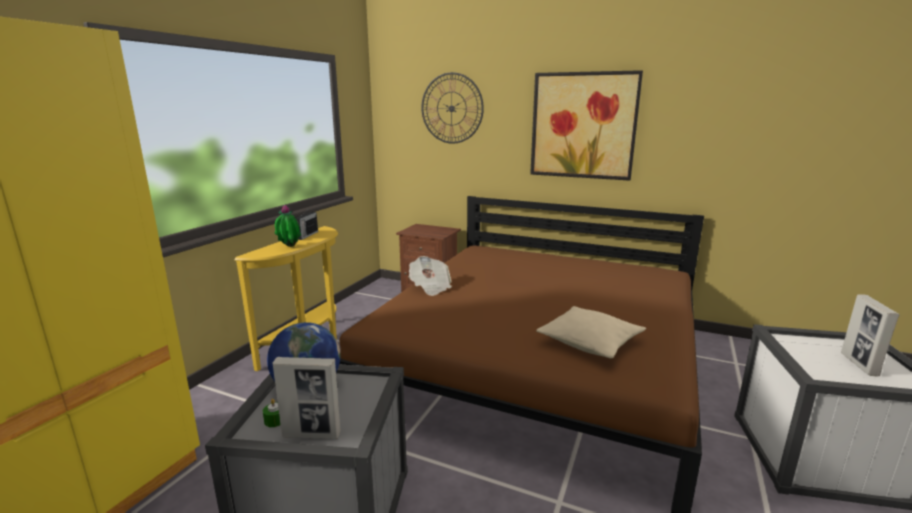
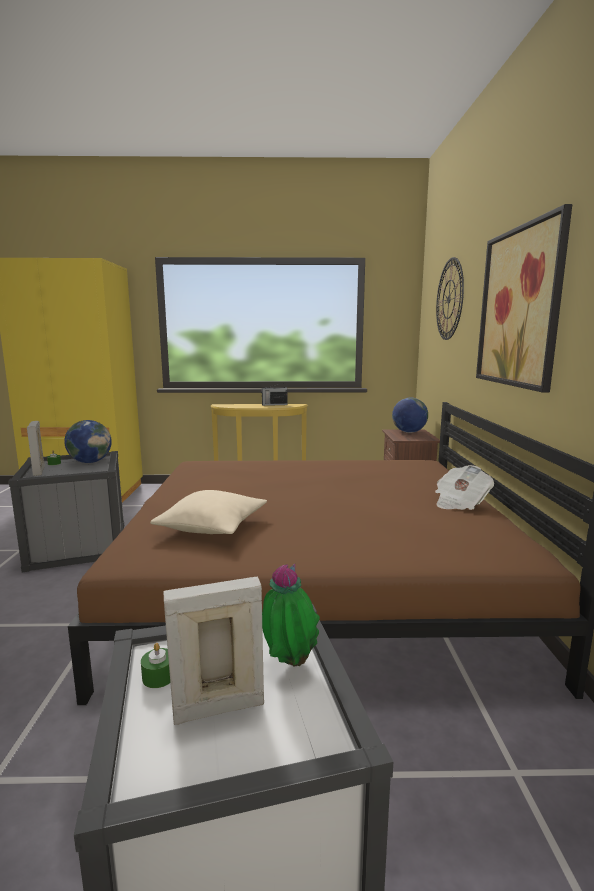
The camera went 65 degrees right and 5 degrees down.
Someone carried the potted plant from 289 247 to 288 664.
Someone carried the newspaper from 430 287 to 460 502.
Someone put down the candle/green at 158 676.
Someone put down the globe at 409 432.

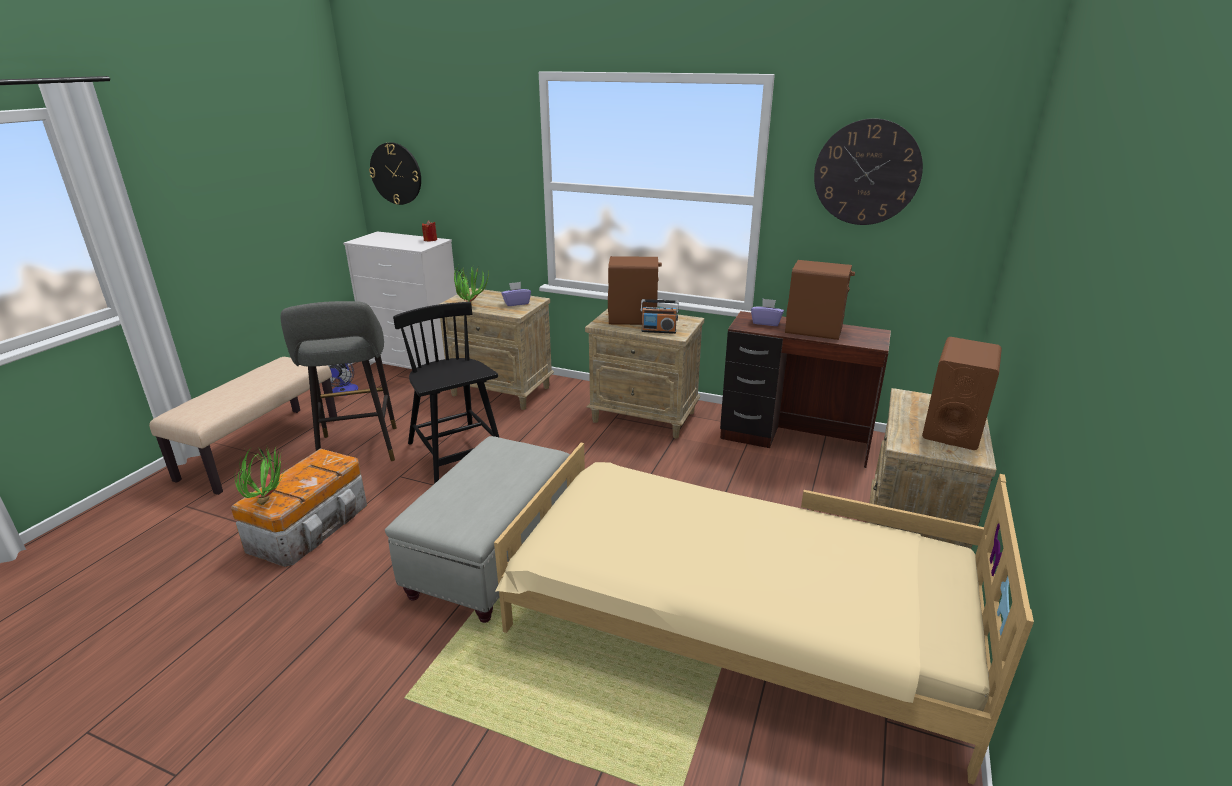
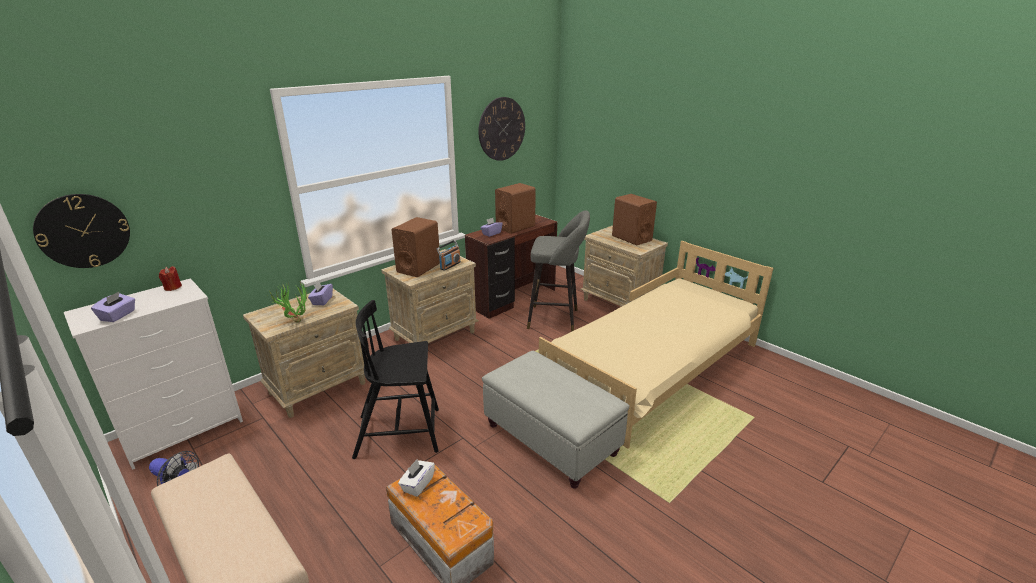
The camera went 65 degrees left and 0 degrees up.
Someone took away the potted plant at 270 500.
Someone carried the stool/grey from 358 451 to 556 319.
Someone put down the tissue box/purple at 118 316.
Someone put down the tissue box/white at 417 484.

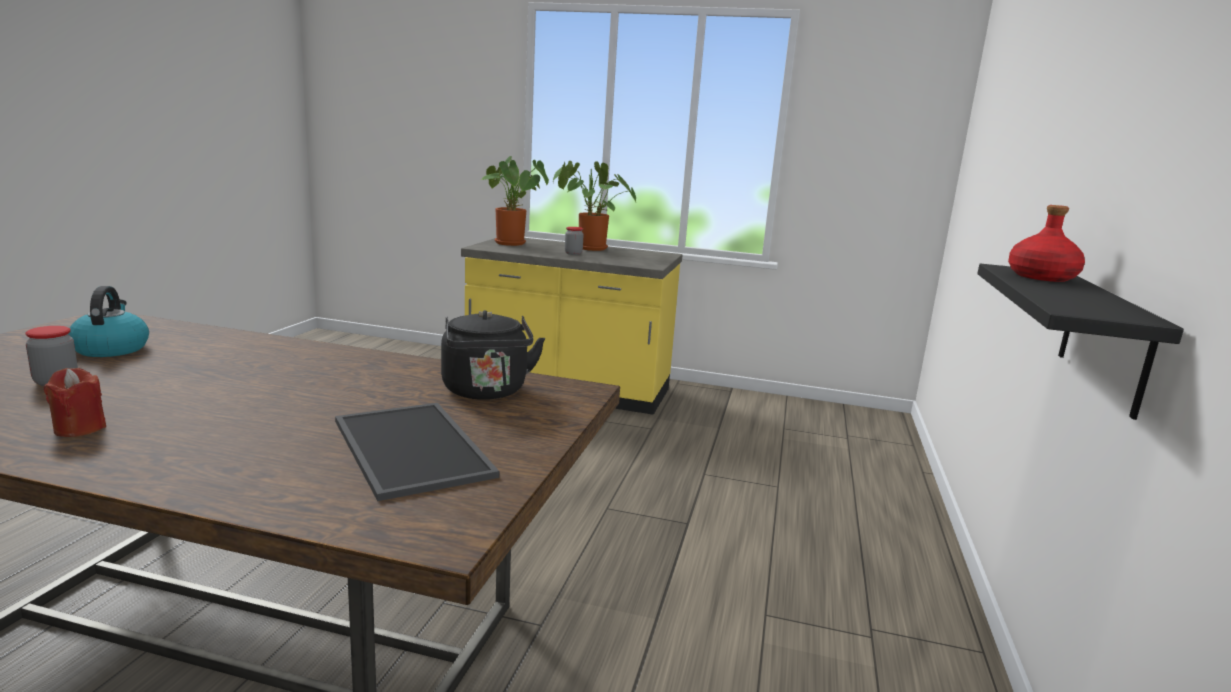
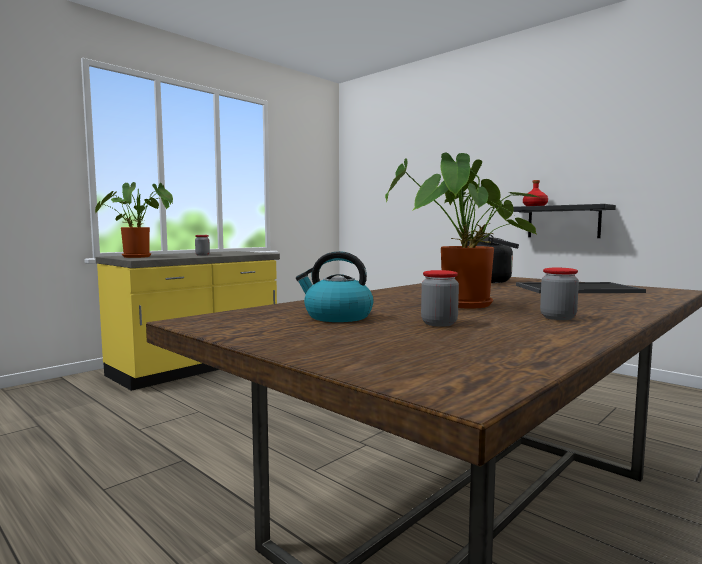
The camera went 60 degrees left and 10 degrees down.
Someone swapped the candle/red at 80 428 for the jar at 558 317.
Someone carried the potted plant from 588 248 to 464 306.

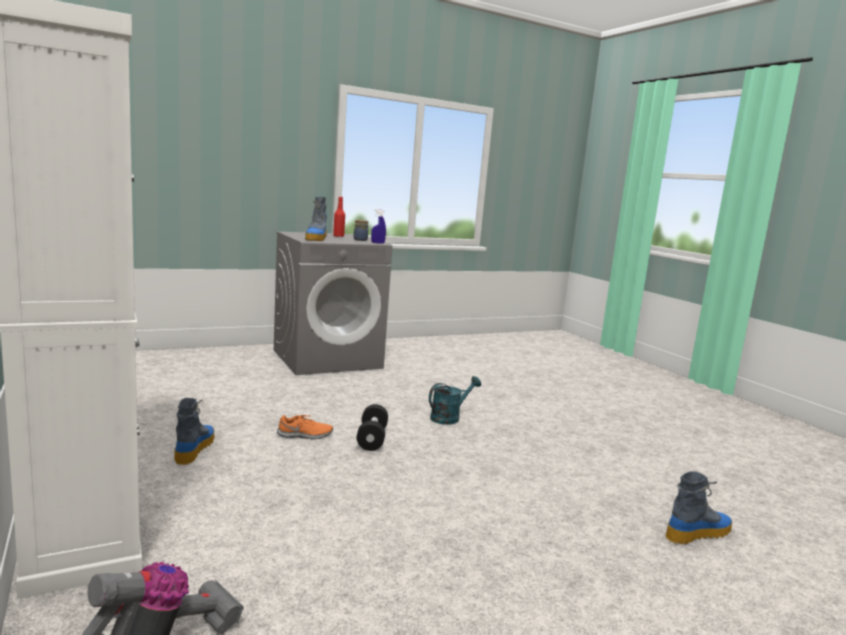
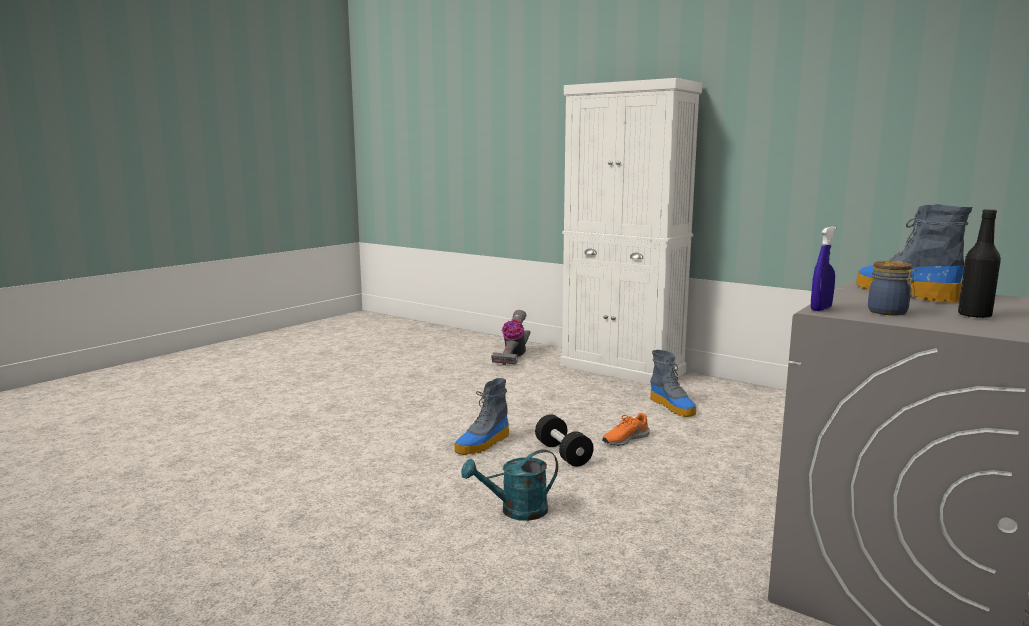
The camera went 155 degrees right and 0 degrees up.
Someone repainted the bottle/red at 338 236, which became the bottle/black at 974 315.
Someone rotated the watering can/turquoise at 449 417 by 45 degrees clockwise.
Someone carried the boot from 697 533 to 483 444.

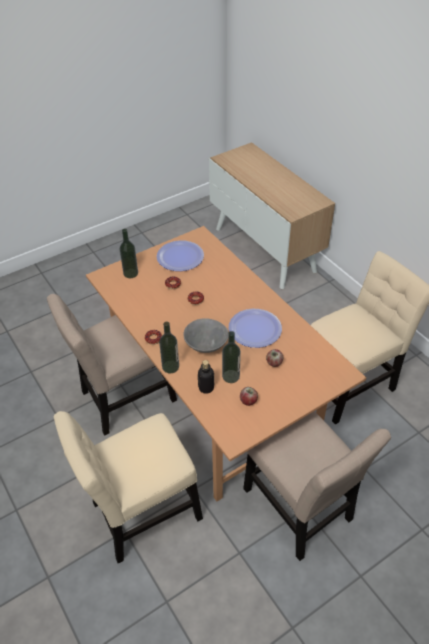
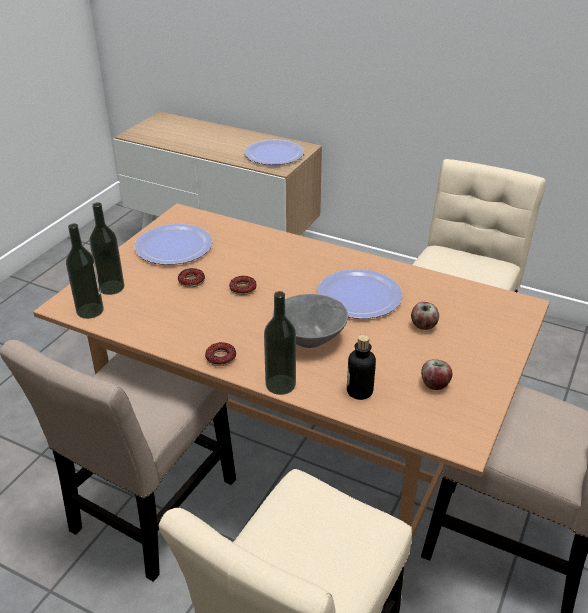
The camera went 30 degrees left and 10 degrees down.
Someone carried the bottle from 231 376 to 90 310.
Someone put down the plate at 274 154.

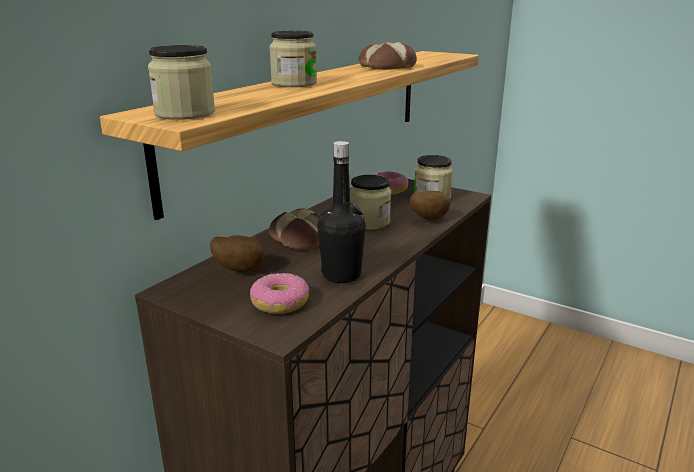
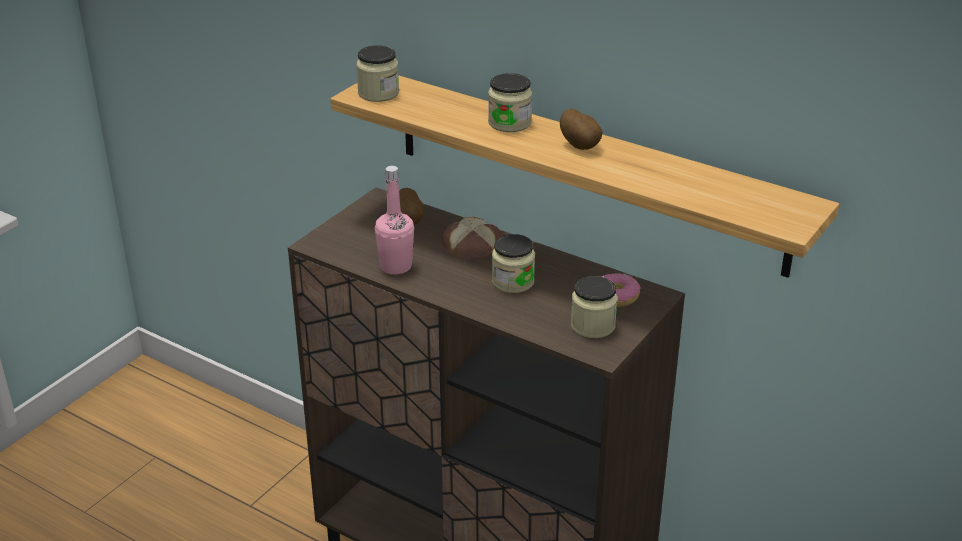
The camera went 90 degrees right and 10 degrees up.
Someone took away the donut at 280 303.
Someone repainted the bottle/black at 341 275, which became the bottle/pink at 396 266.
Someone took away the bread at 386 66.
Someone carried the potato from 427 219 to 581 146.

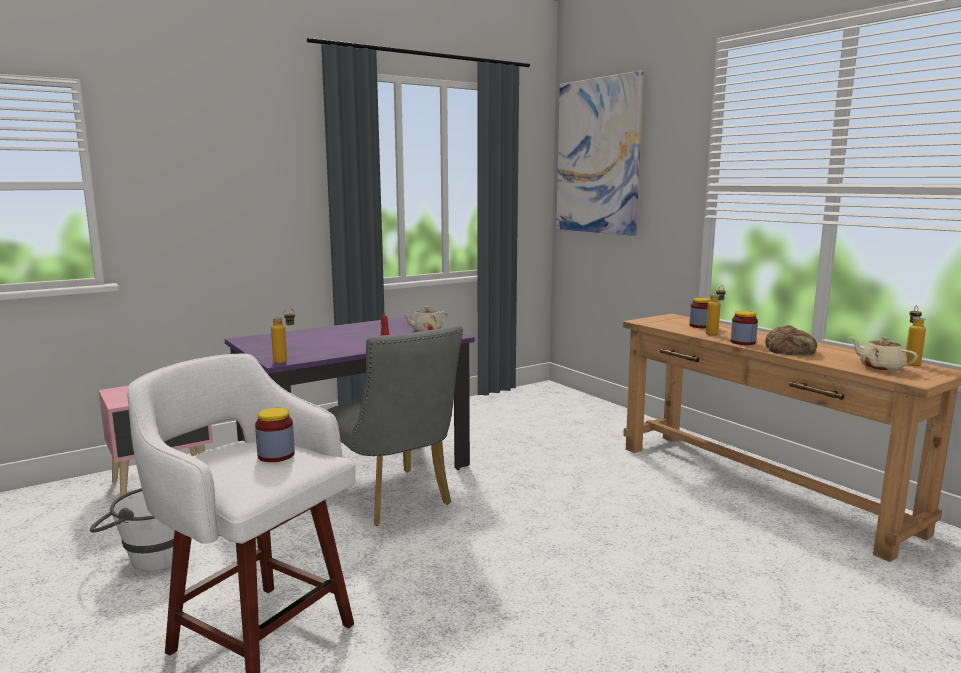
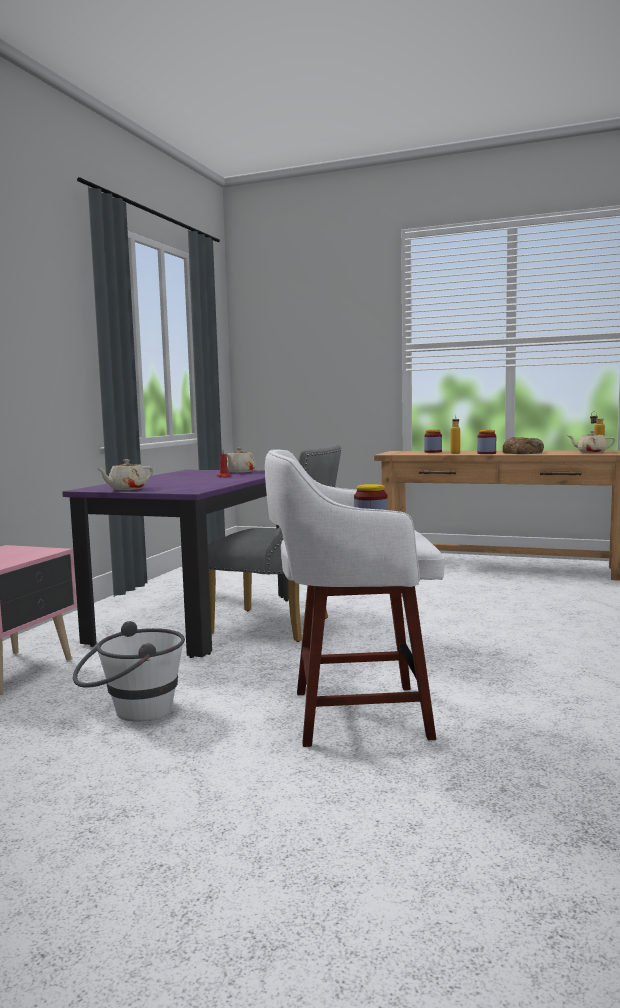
The camera went 35 degrees left and 5 degrees down.
Someone took away the bottle at 285 362.
Someone took away the picture at 598 156.
Someone put down the teapot/beige at 127 489.

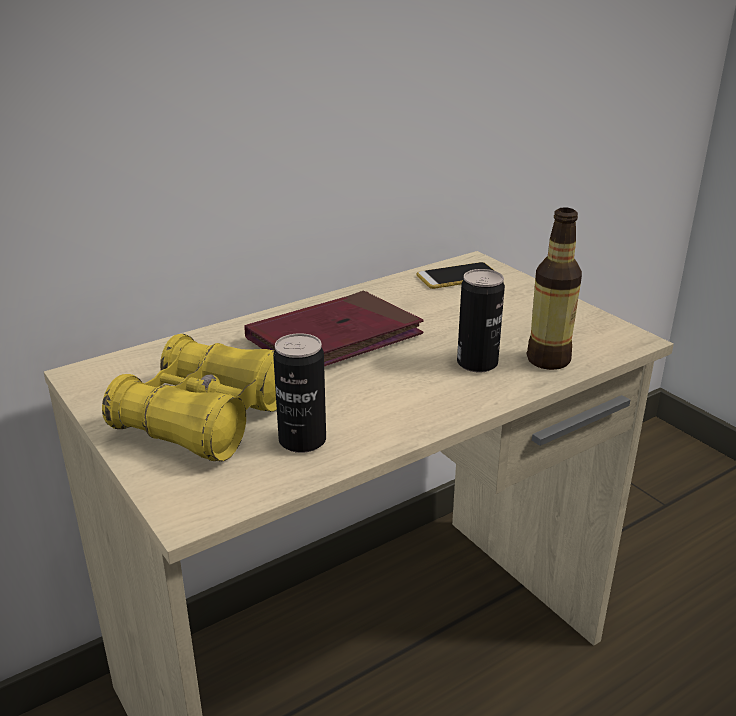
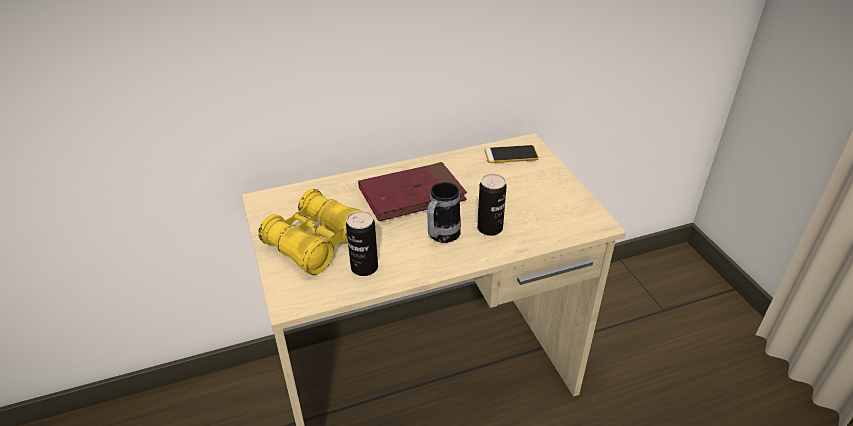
The camera went 15 degrees right and 10 degrees up.
Someone took away the bottle at 548 360.
Someone put down the mug at 441 237.

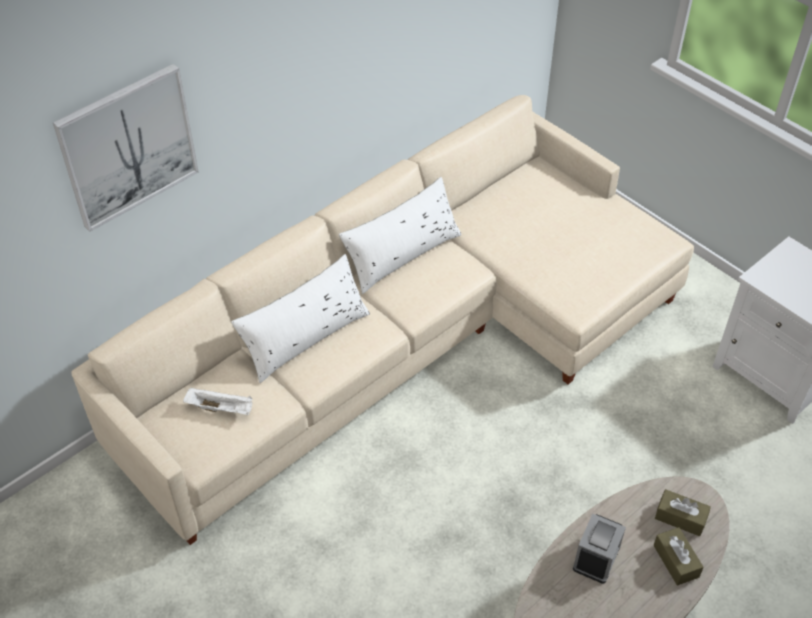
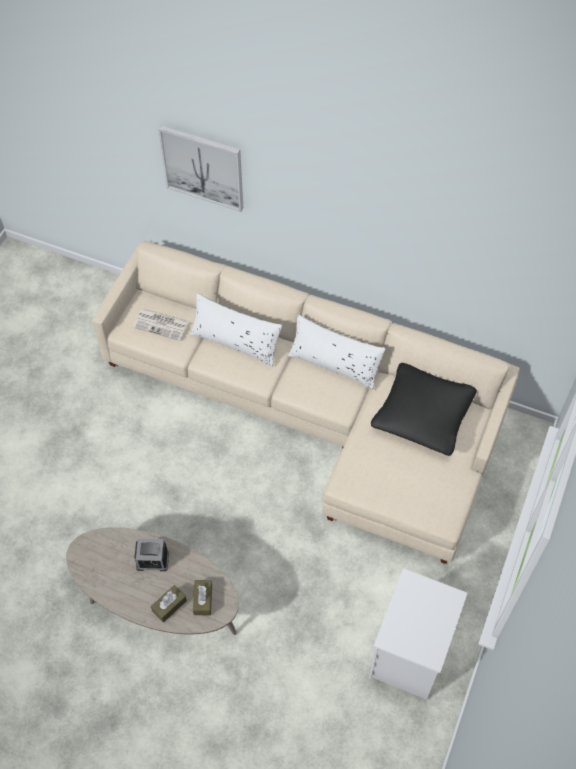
The camera went 65 degrees right and 10 degrees up.
Someone swapped the tray/white at 221 408 for the newspaper at 162 324.
Someone put down the pillow/black at 423 415.

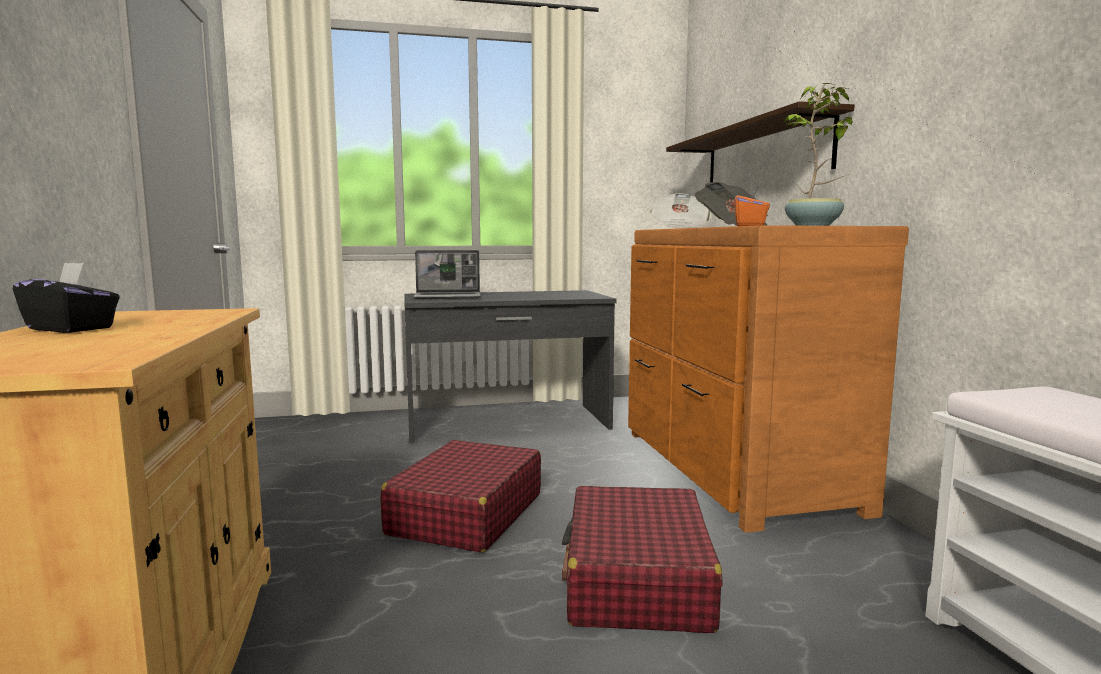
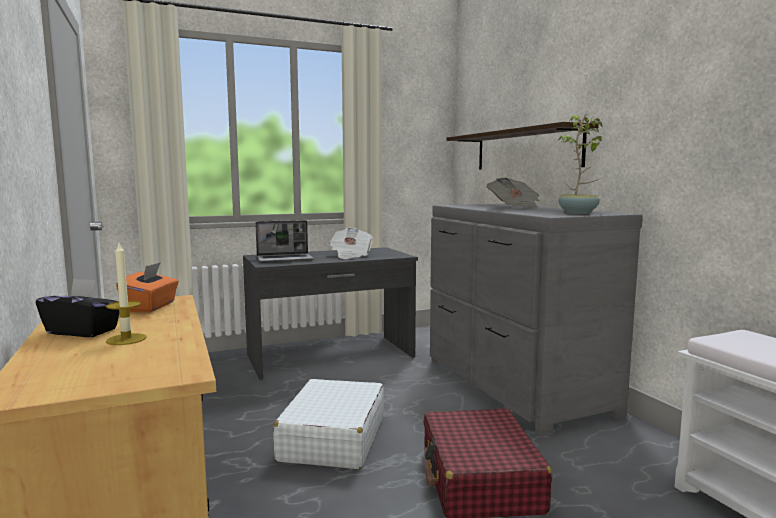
The camera went 10 degrees left and 0 degrees up.
Someone repainted the suitcase/red at 466 514, which became the suitcase/white at 332 438.
Someone repainted the dresser/brown at 730 469, which became the dresser/grey at 513 386.
Someone carried the newspaper from 680 229 to 351 255.
Someone carried the tissue box/orange from 750 226 to 151 307.
Someone put down the candle at 126 339.

